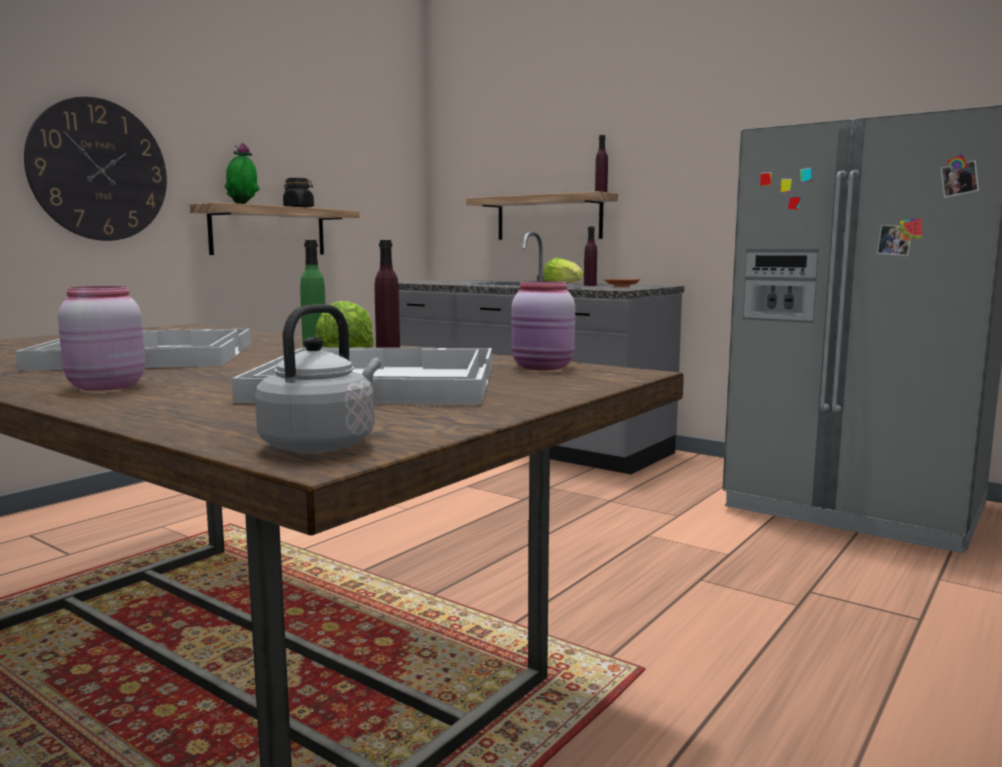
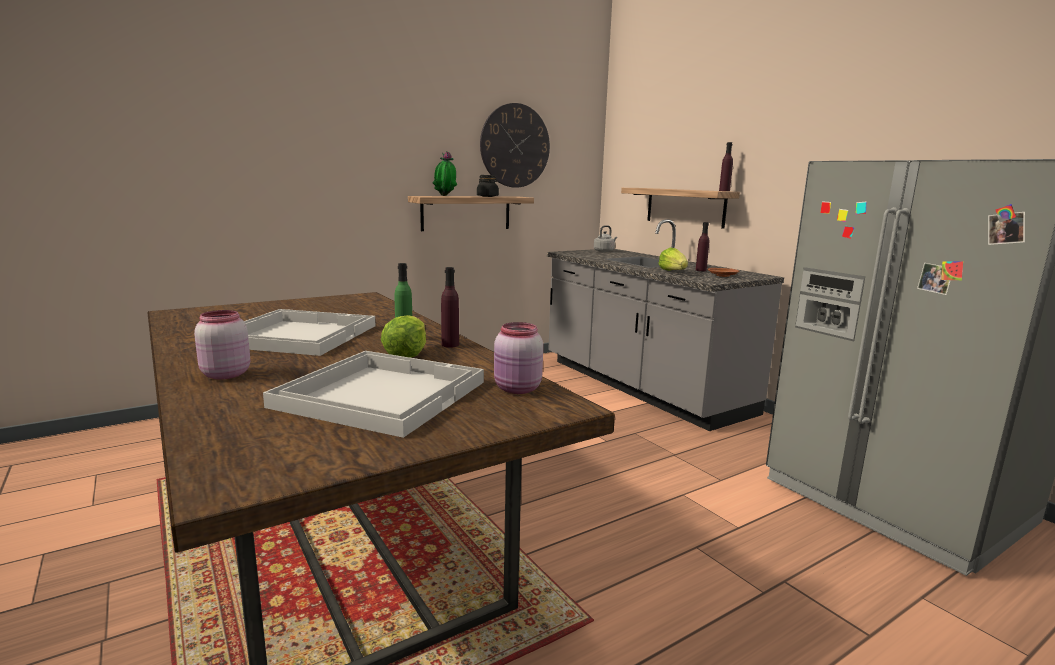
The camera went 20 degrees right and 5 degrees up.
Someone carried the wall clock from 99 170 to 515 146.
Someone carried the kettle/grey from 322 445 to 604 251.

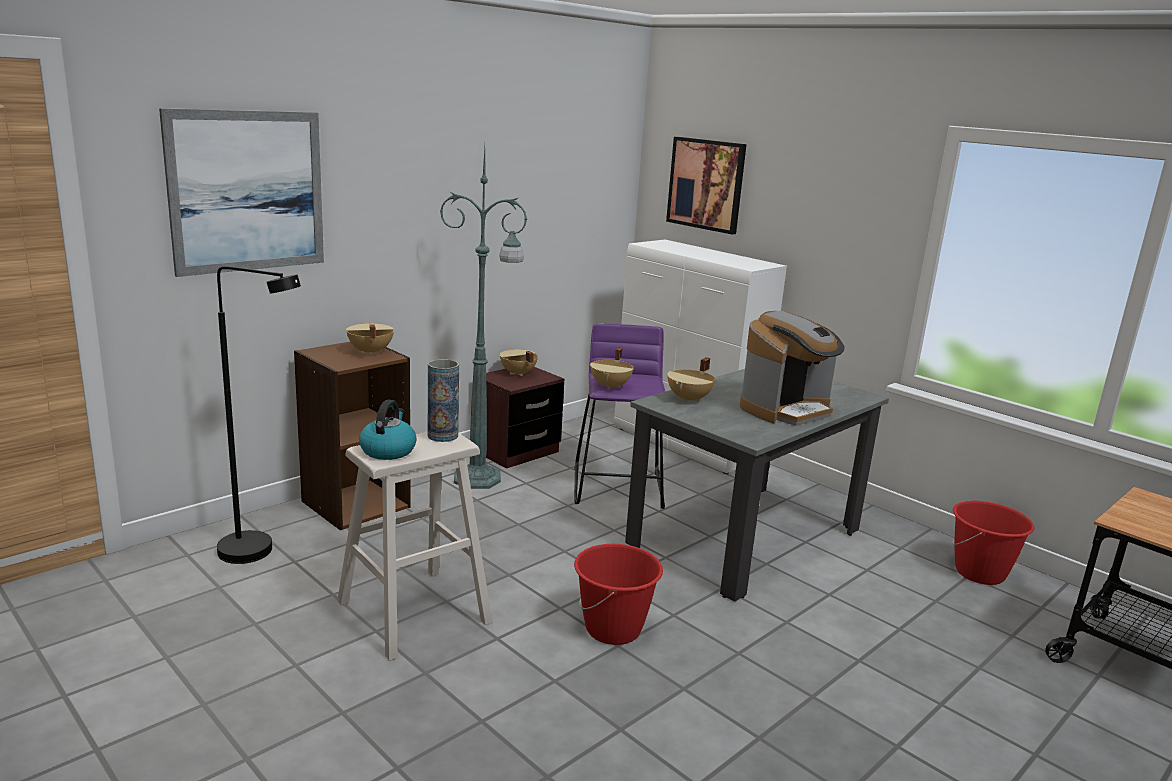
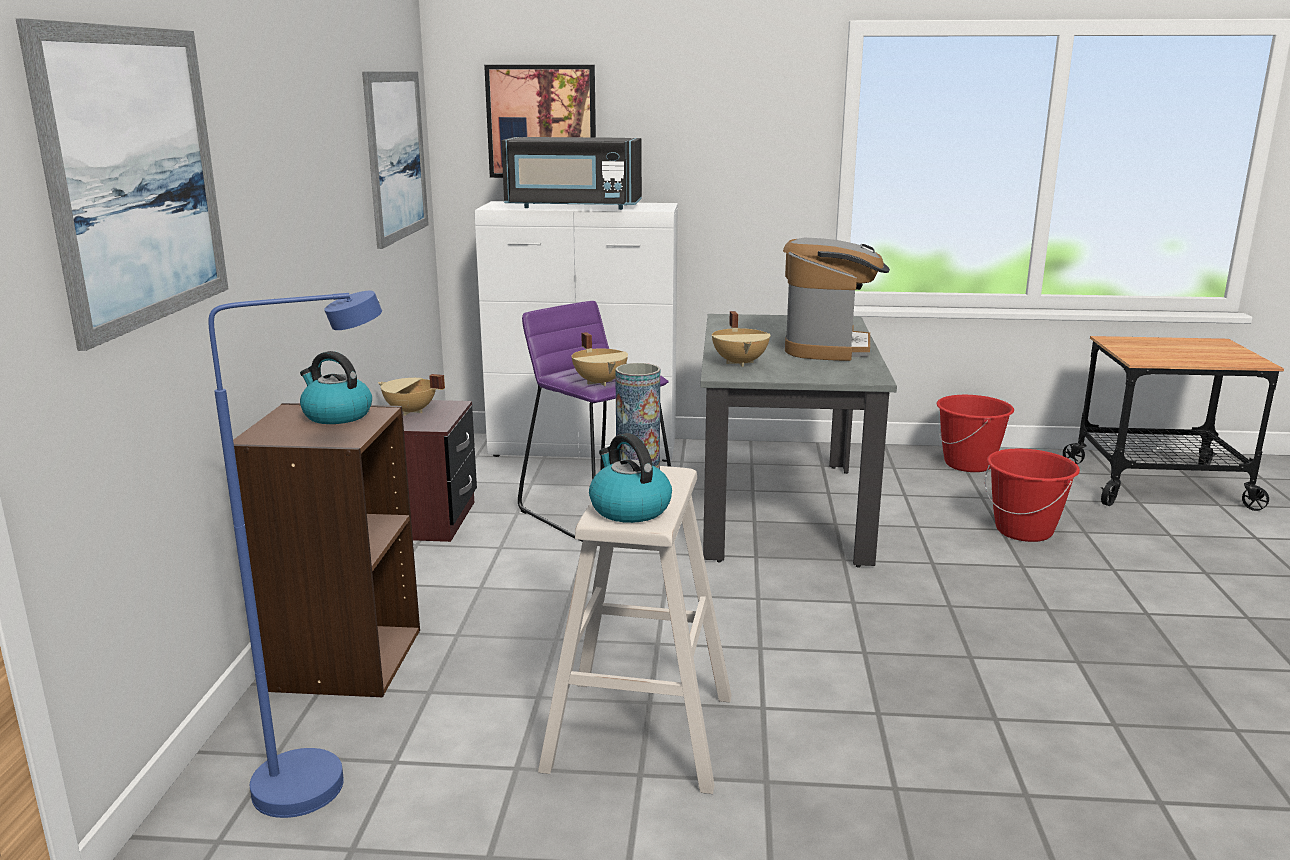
The camera went 40 degrees left and 0 degrees up.
Someone repainted the floor lamp/black at 259 552, which became the floor lamp/blue at 324 779.
Someone swapped the cooking pot/beige at 369 352 for the kettle at 336 415.
Someone took away the floor lamp/green at 480 479.
Someone carried the bucket/red from 613 629 to 1024 531.
Someone put up the picture at 396 155.
Someone put down the microwave/black at 573 206.

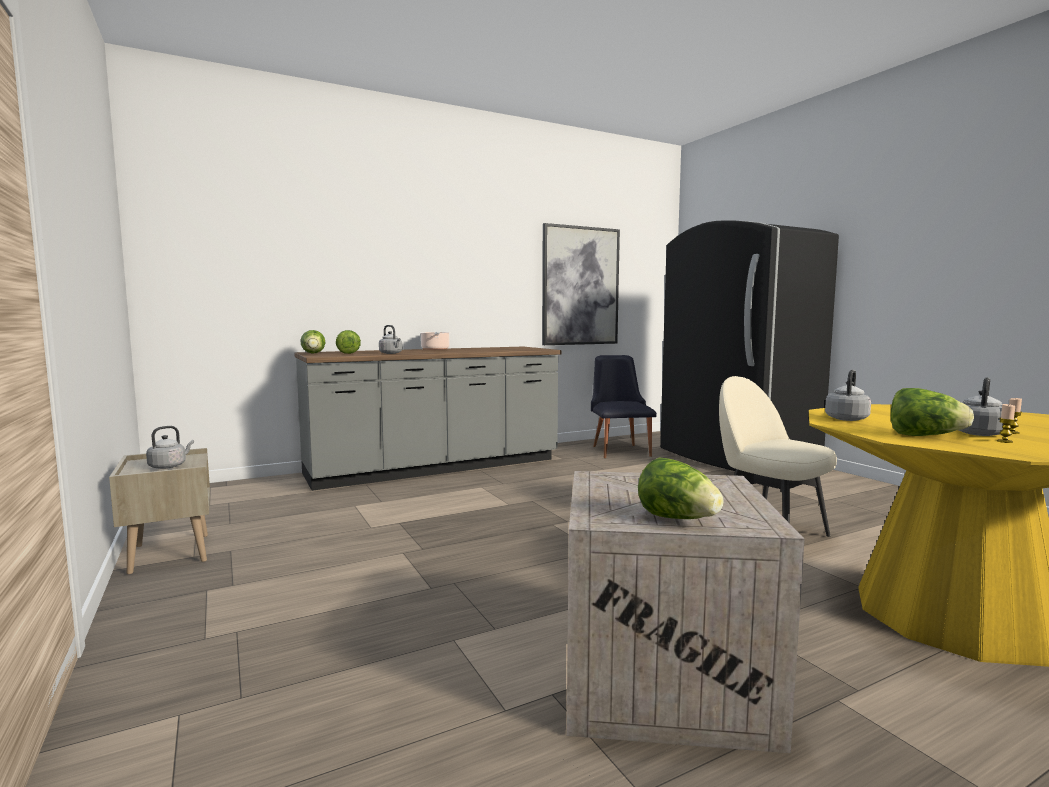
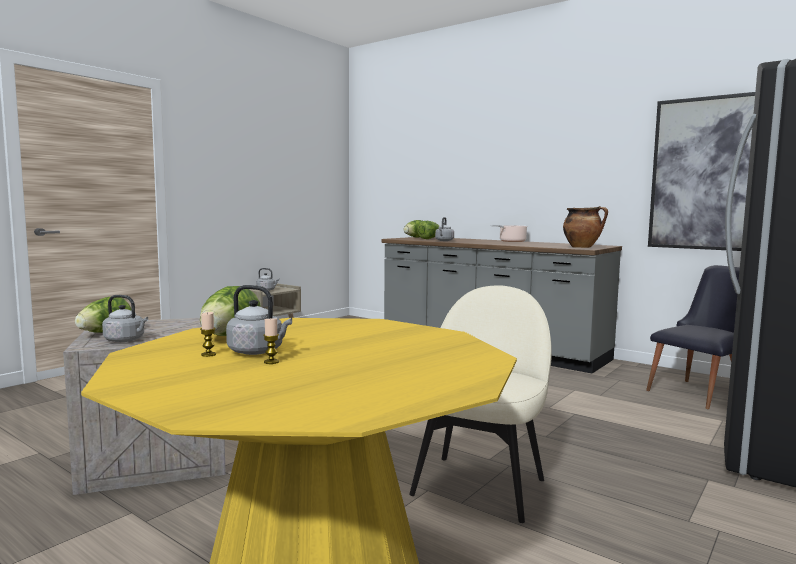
The camera went 65 degrees right and 0 degrees up.
Someone carried the kettle/grey from 847 418 to 126 340.
Someone put down the cooking pot at 582 247.

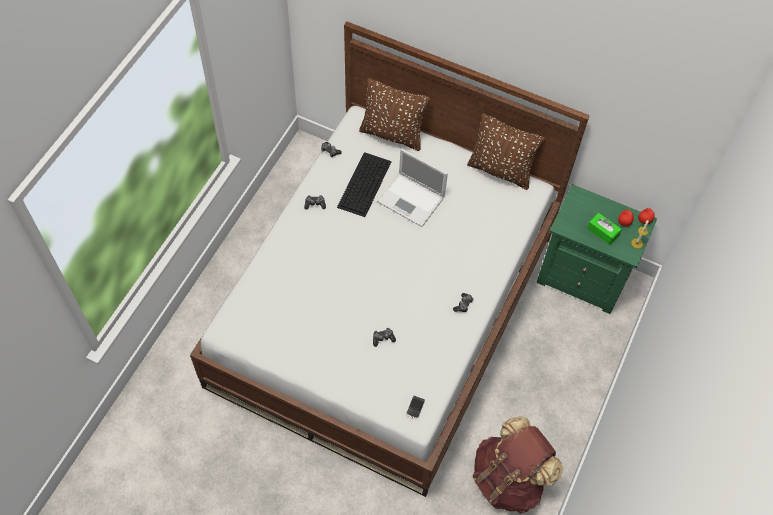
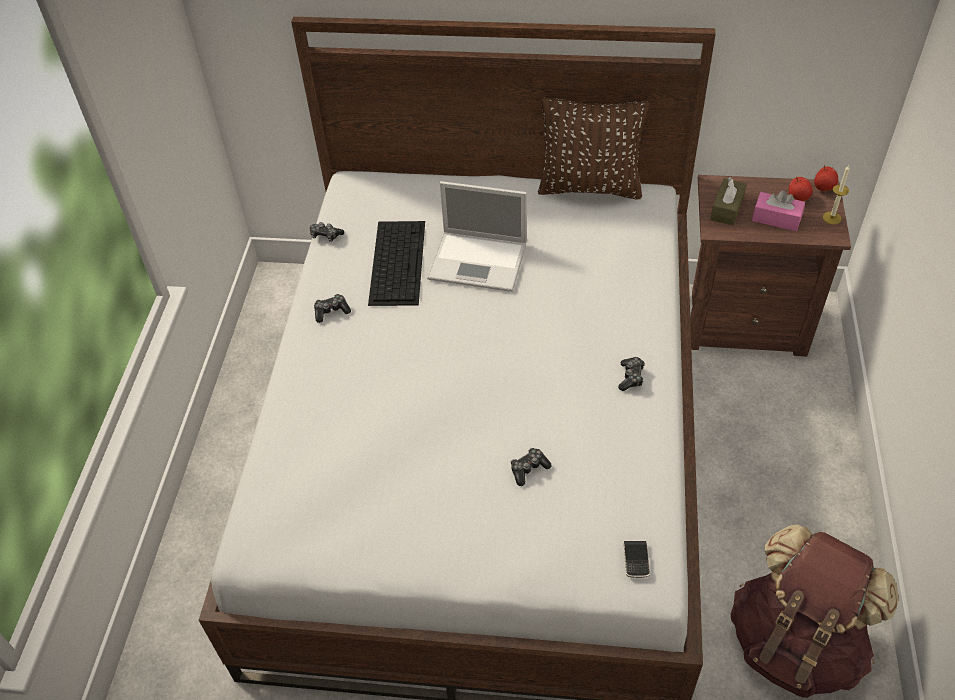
The camera went 15 degrees left and 10 degrees down.
Someone took away the pillow/brown at 392 134.
Someone repainted the nightstand/green at 583 277, which became the nightstand/brown at 744 322.
Someone repainted the tissue box/green at 602 232, which became the tissue box/pink at 776 218.
Someone put down the tissue box/brown at 727 209.

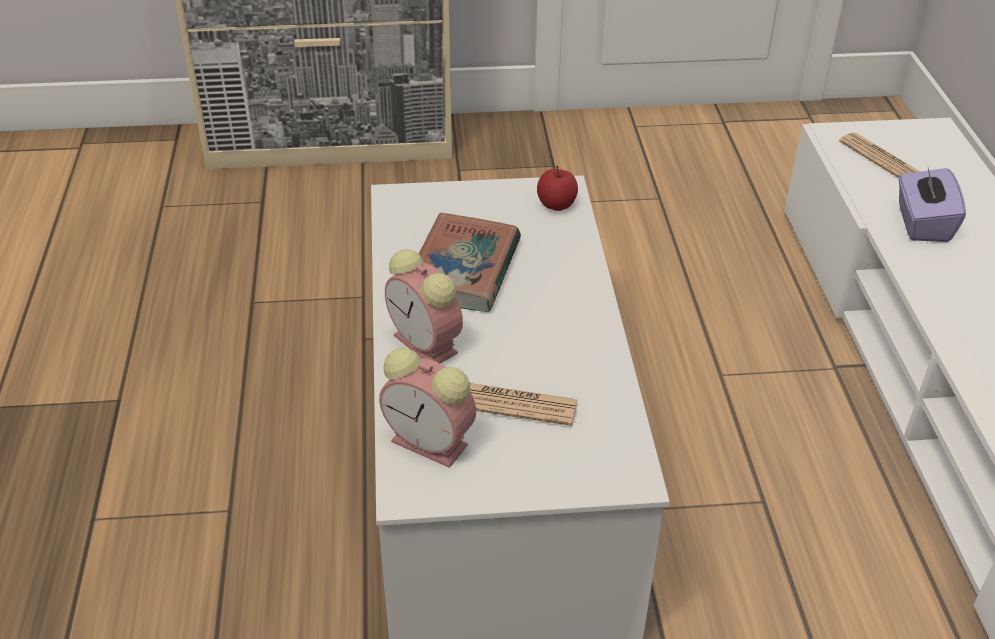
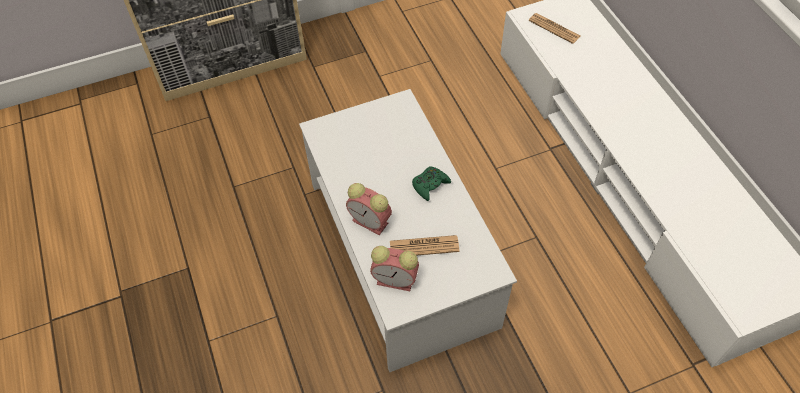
The camera went 15 degrees left and 15 degrees up.
Someone took away the book at 464 270.
Someone took away the apple at 556 204.
Someone took away the tissue box/purple at 922 223.
Someone put down the game controller/green at 430 185.

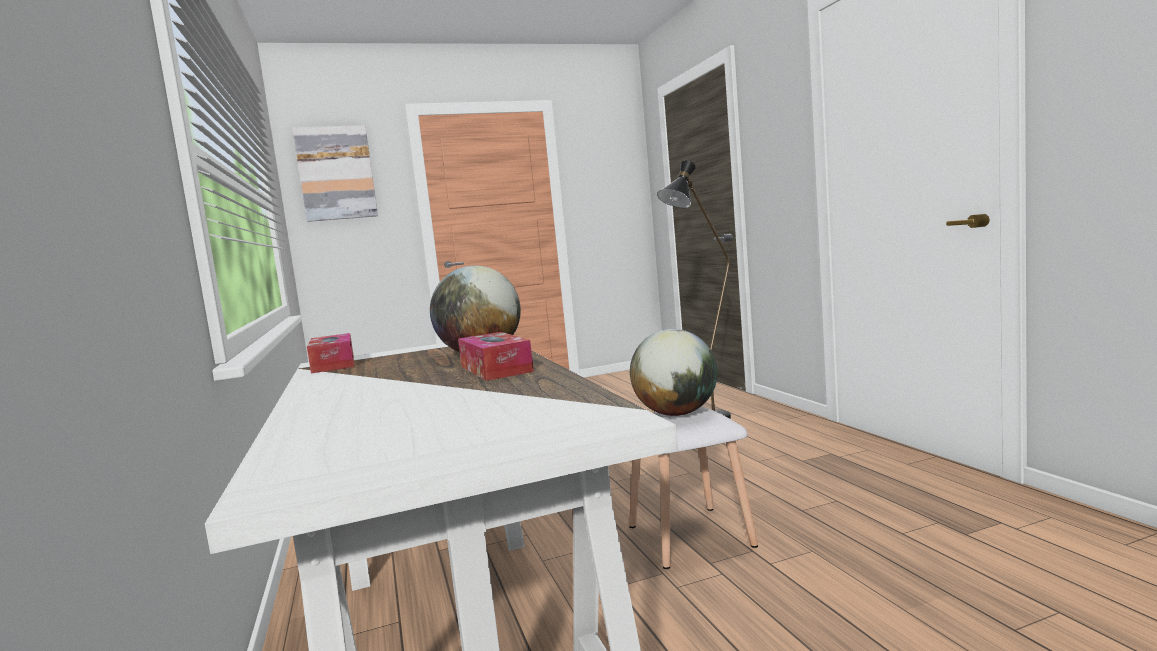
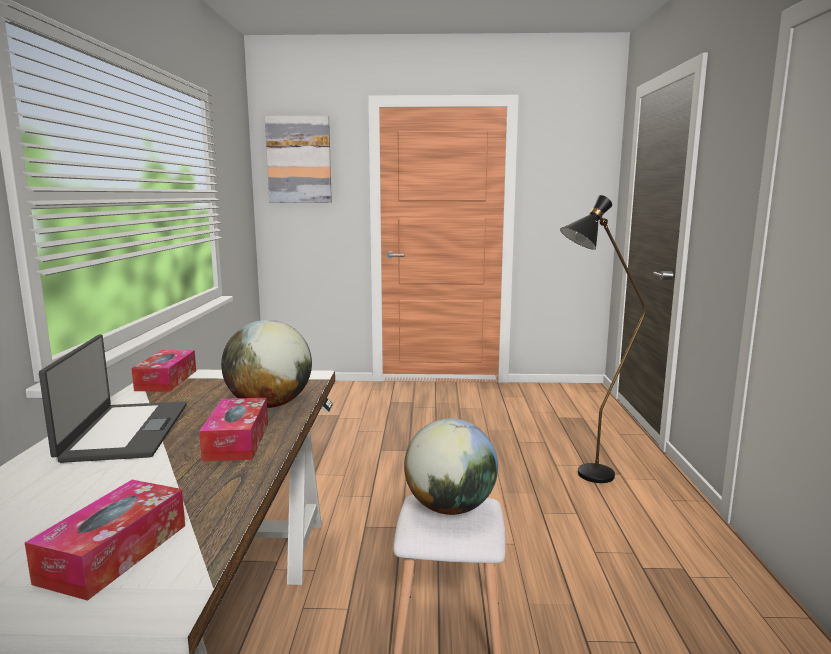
The camera went 20 degrees right and 5 degrees up.
Someone put down the tissue box at 114 553.
Someone put down the laptop at 124 431.

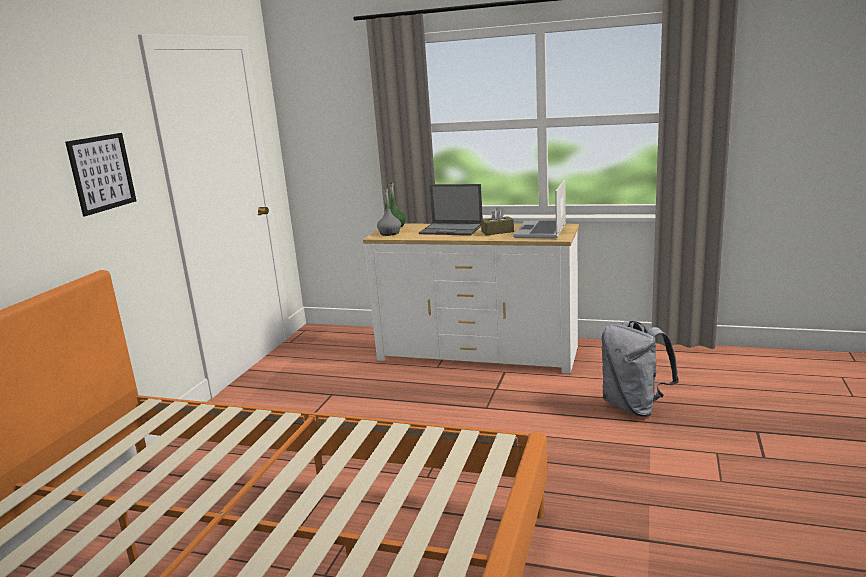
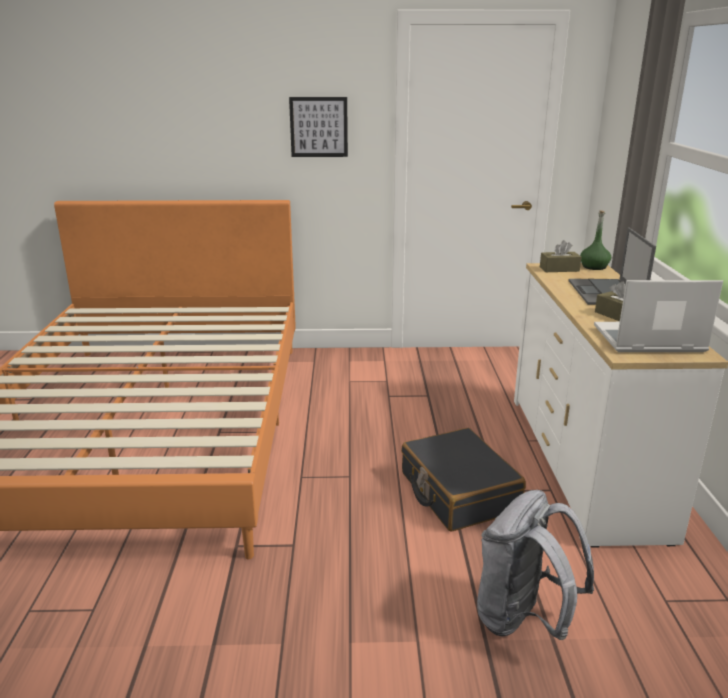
The camera went 70 degrees right and 5 degrees up.
Someone swapped the bottle/grey at 389 233 for the tissue box/brown at 559 269.
Someone put down the suitcase/black at 458 492.

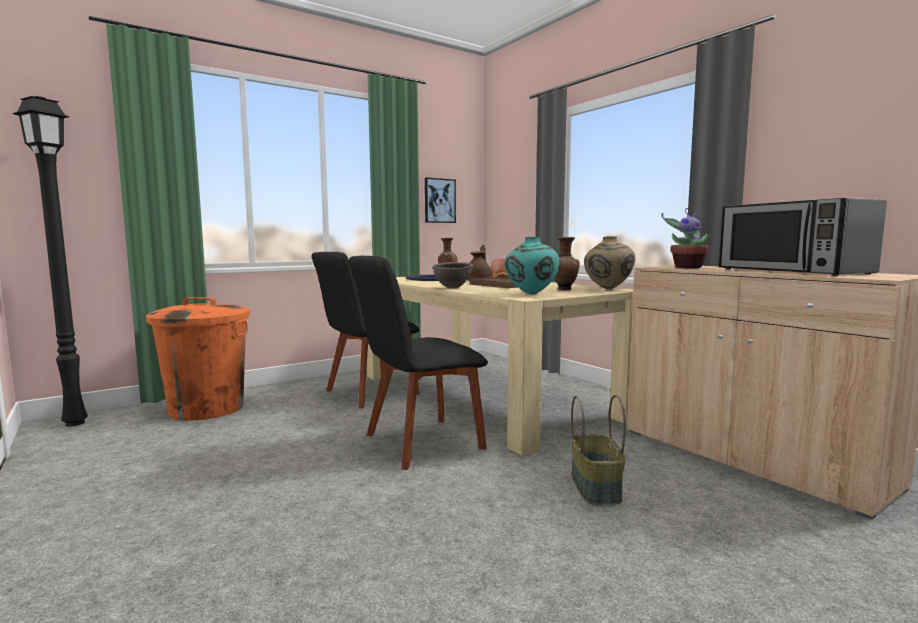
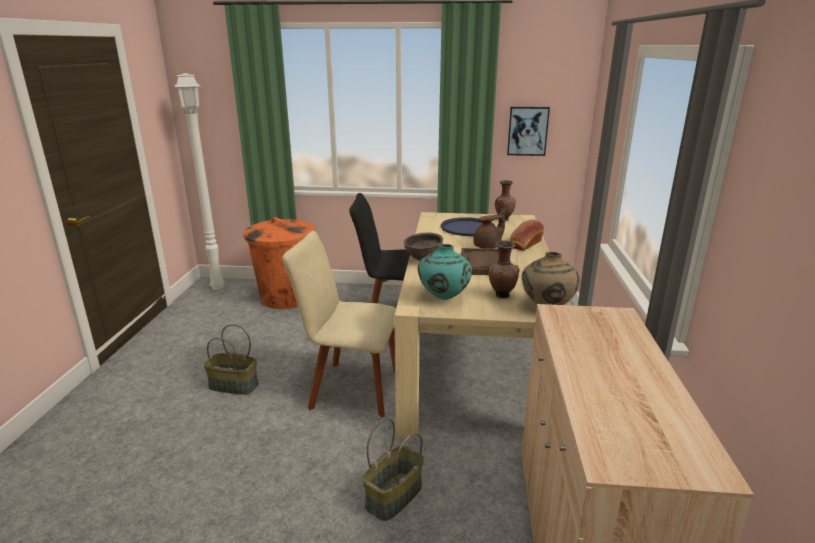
The camera went 40 degrees right and 15 degrees up.
Someone repainted the floor lamp/black at 75 422, which became the floor lamp/white at 218 287.
Someone repainted the chair/black at 418 443, which became the chair/beige at 350 388.
Someone took away the potted plant at 687 267.
Someone took away the microwave at 791 271.
Someone put down the basket at 233 386.

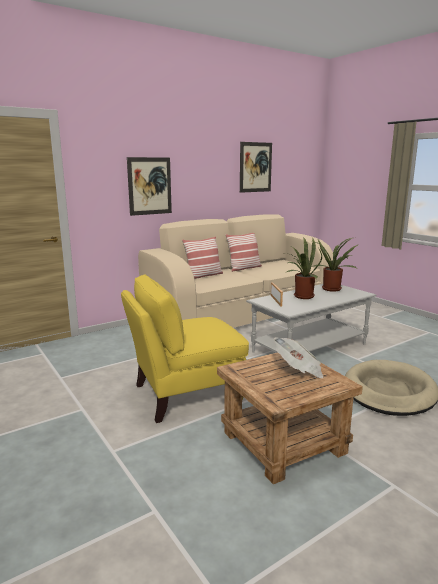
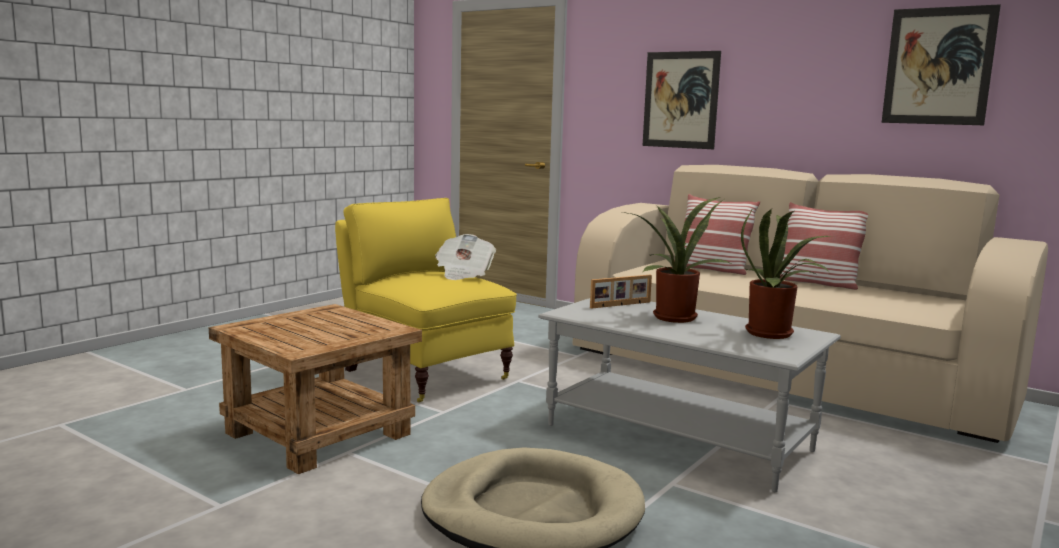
The camera went 70 degrees right and 5 degrees down.
Someone carried the newspaper from 298 370 to 464 274.

